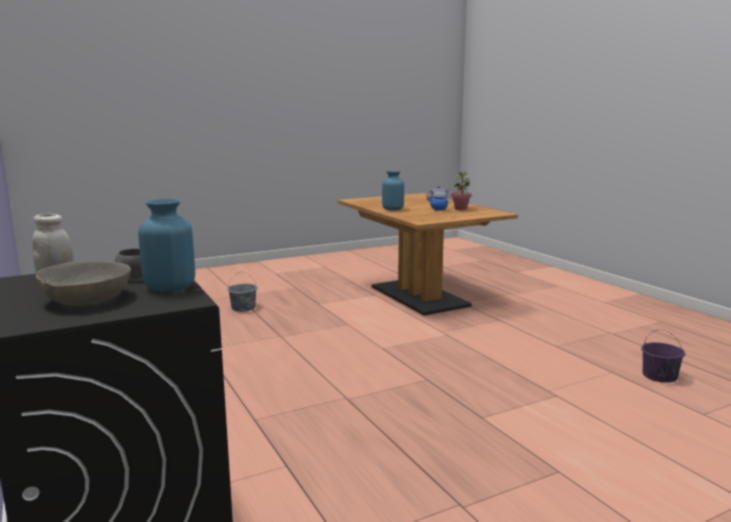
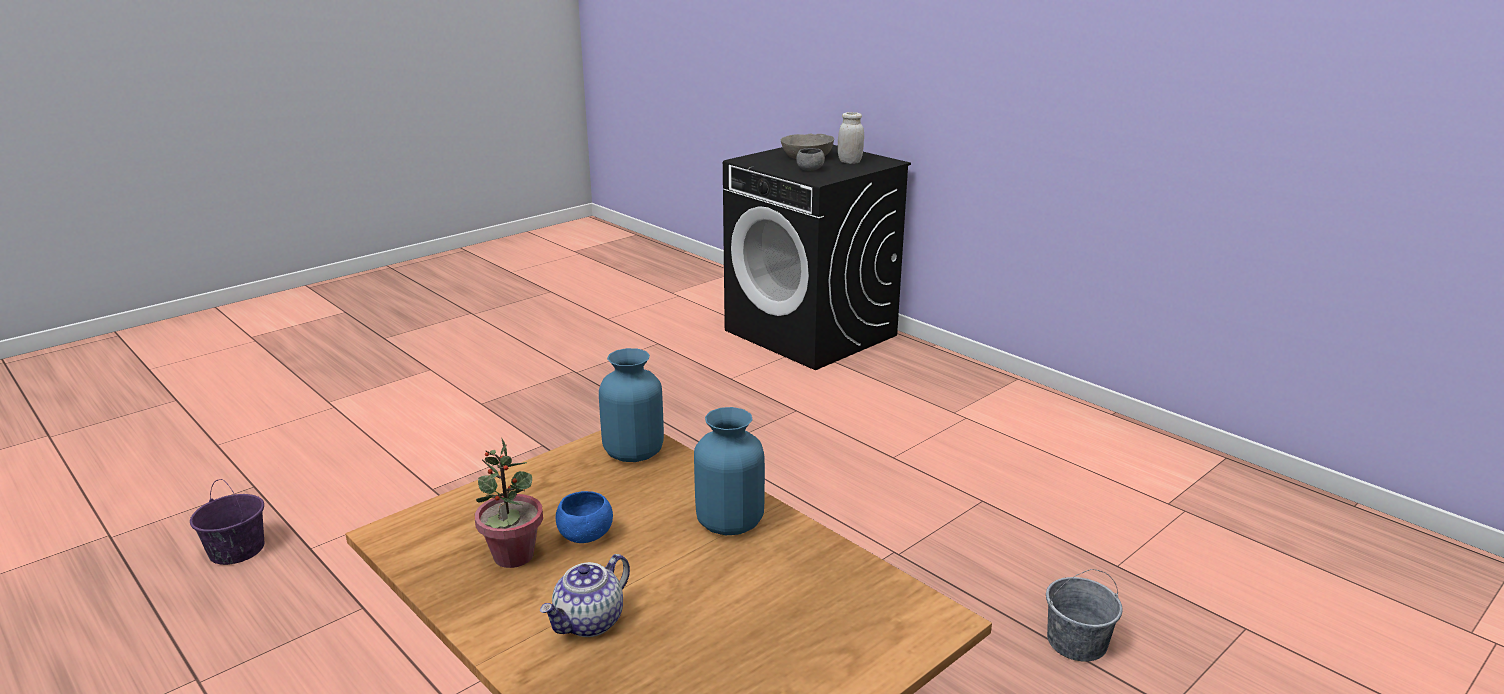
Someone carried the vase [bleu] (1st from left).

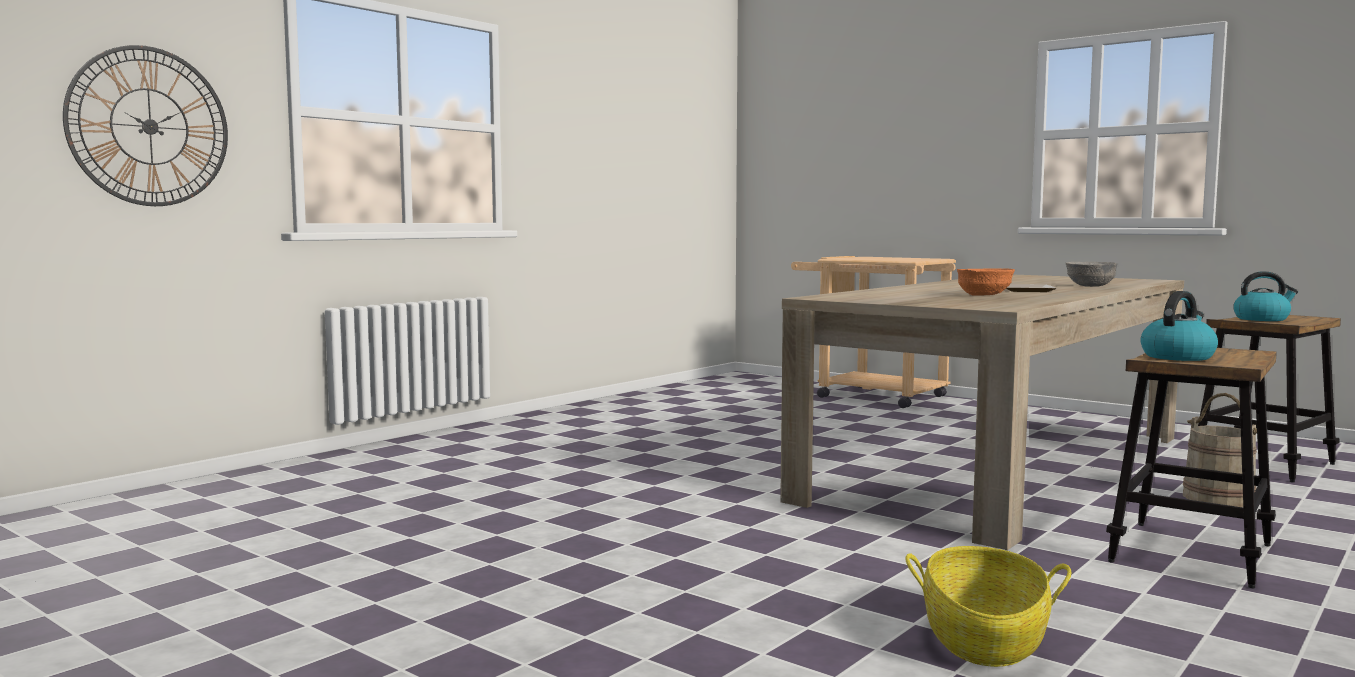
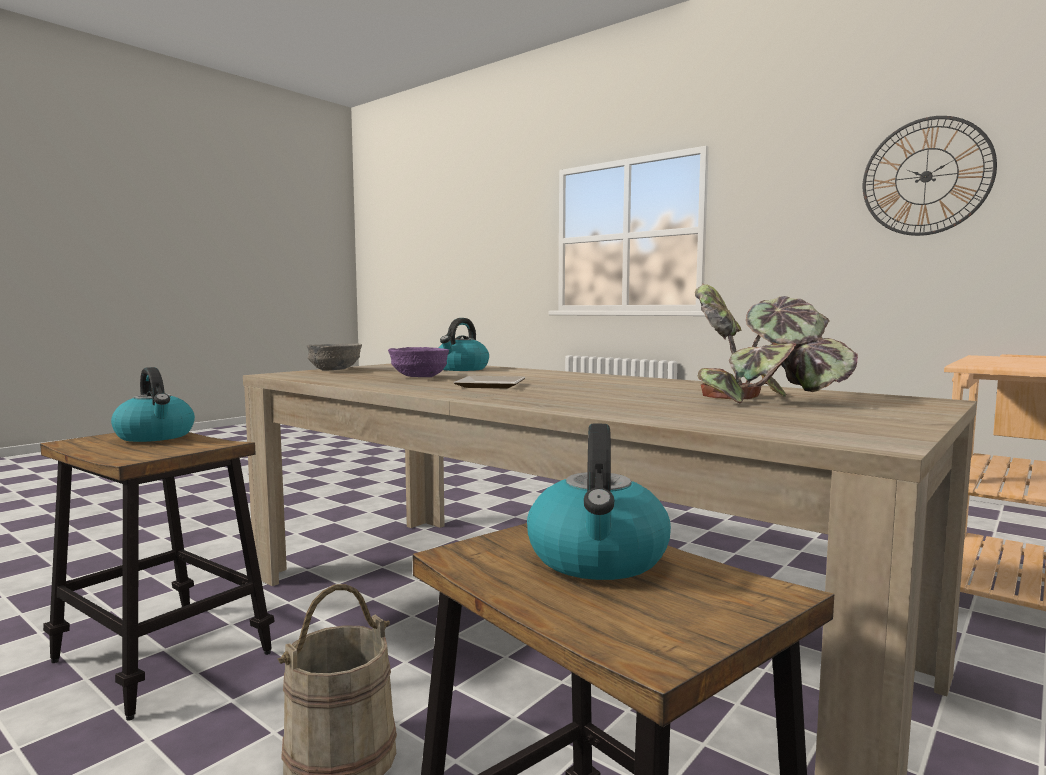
Someone took away the panier. Someone put down the bouilloire (2nd from left). Someone put down the plante en pot. Someone carried the horloge murale. Someone carried the bol [gris]. Someone repainted the bol [orange], which became the bol [violet].

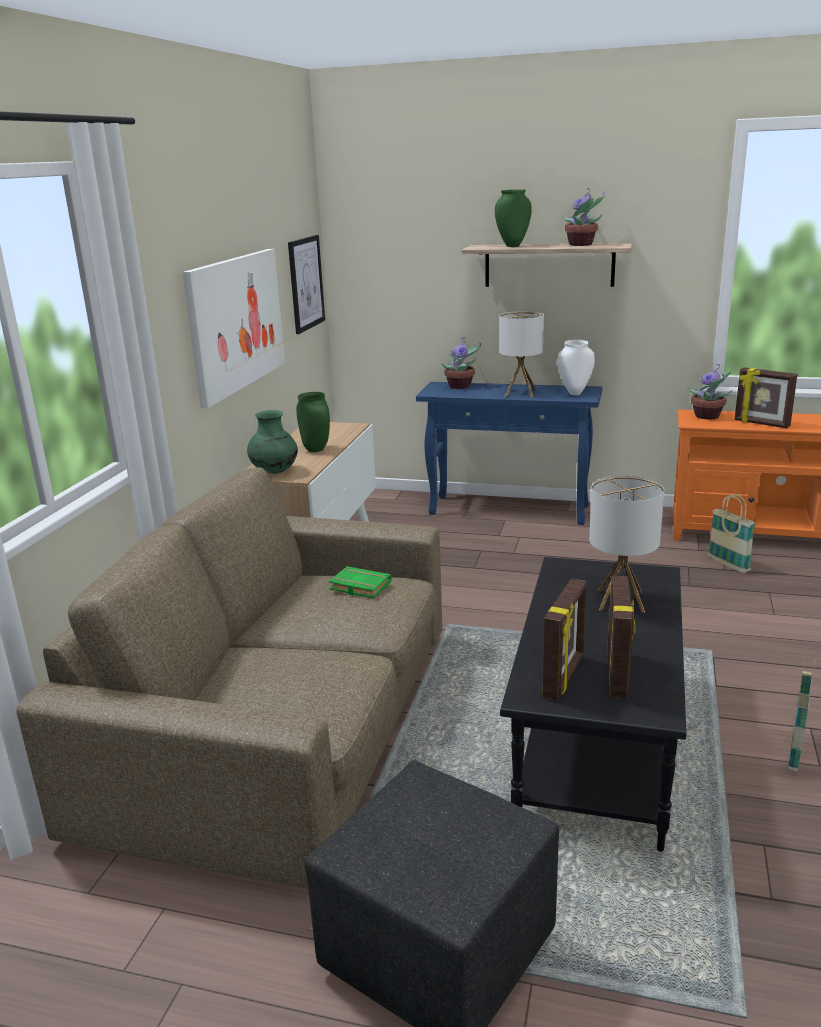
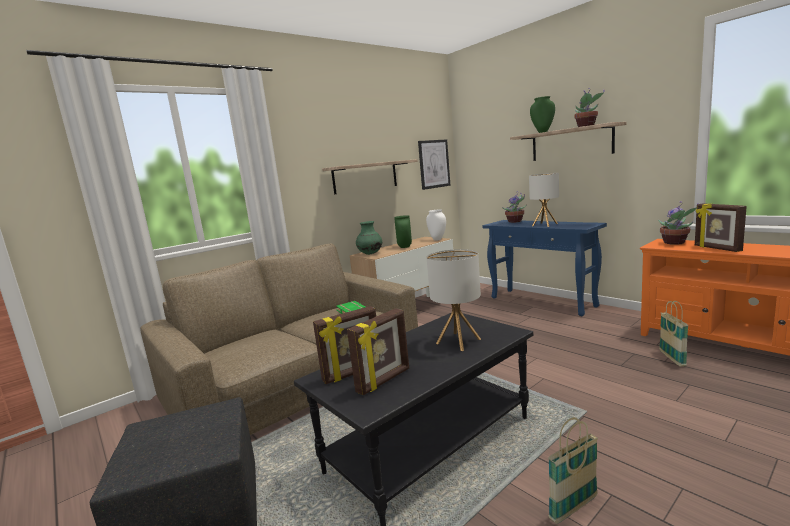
Someone carried the vase [blanc]. Someone swapped the tableau (1st from left) for the étagère (1st from left).

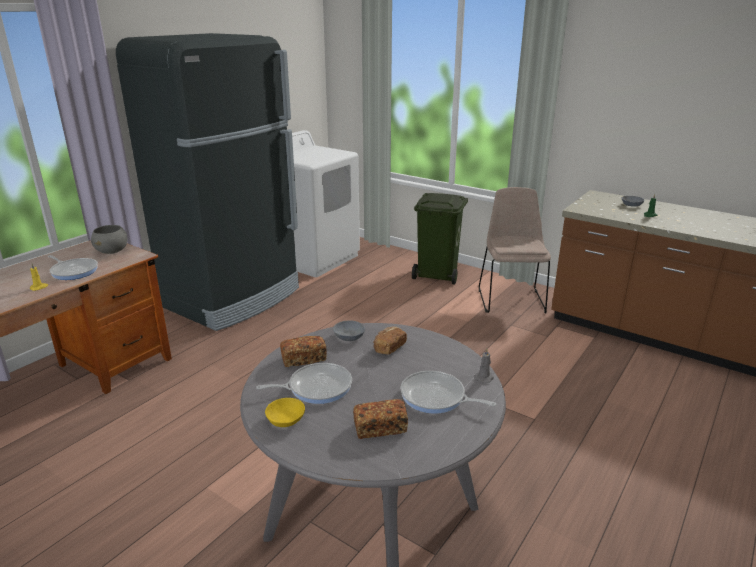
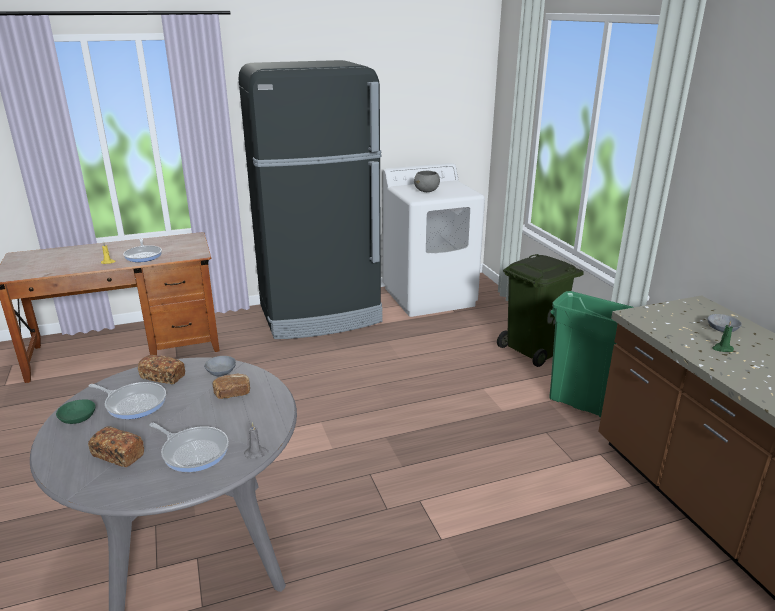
Someone carried the bol [gris] (1st from left in the first image). Someone swapped the chaise [beige] for the poubelle [vert] (2nd from left). Someone repainted the bol [jaune], which became the bol [vert]. Someone rotated the poêle (3rd from left) by 150 degrees clockwise.

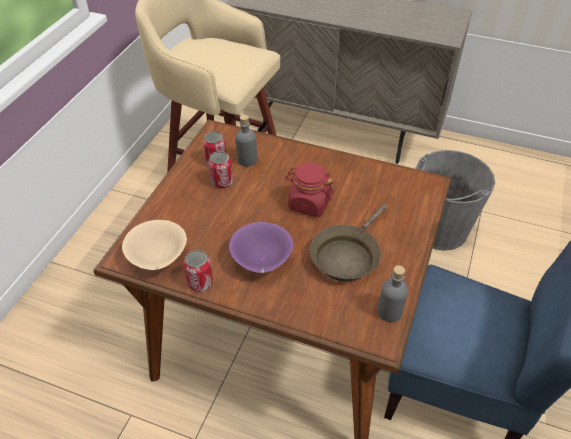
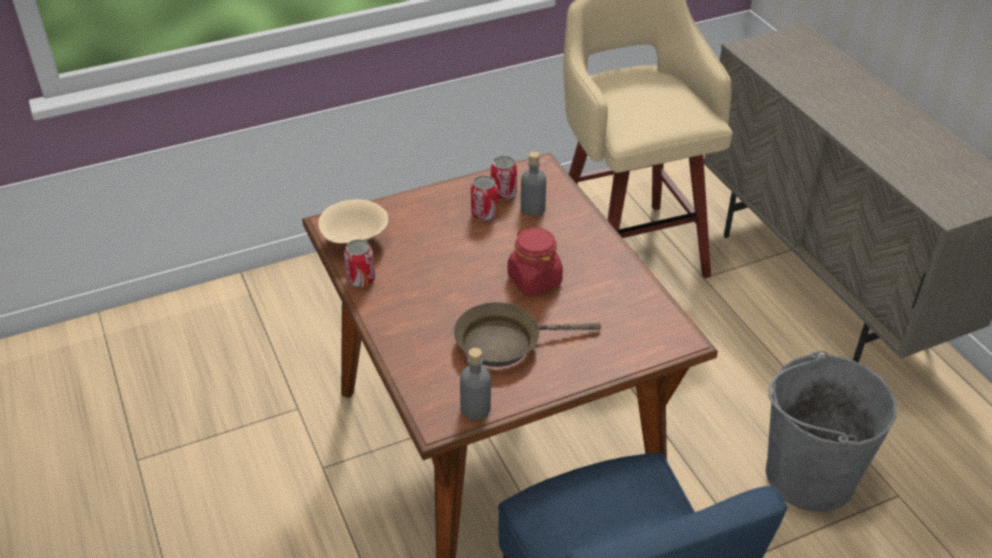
Someone took away the bol [violet].

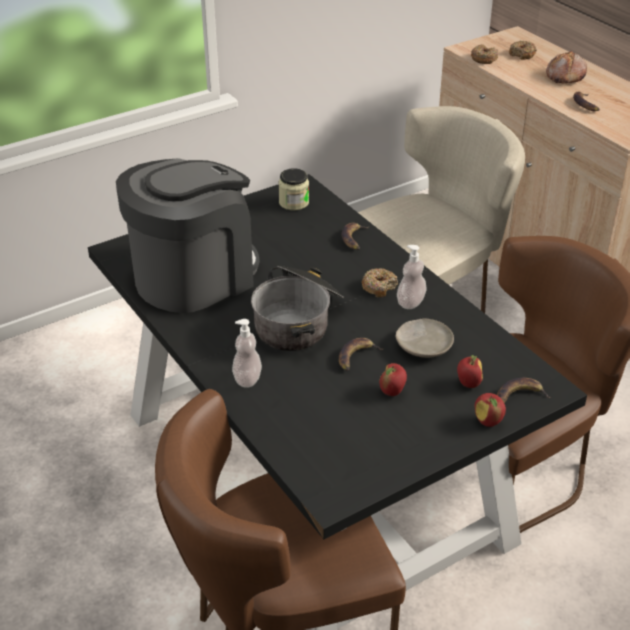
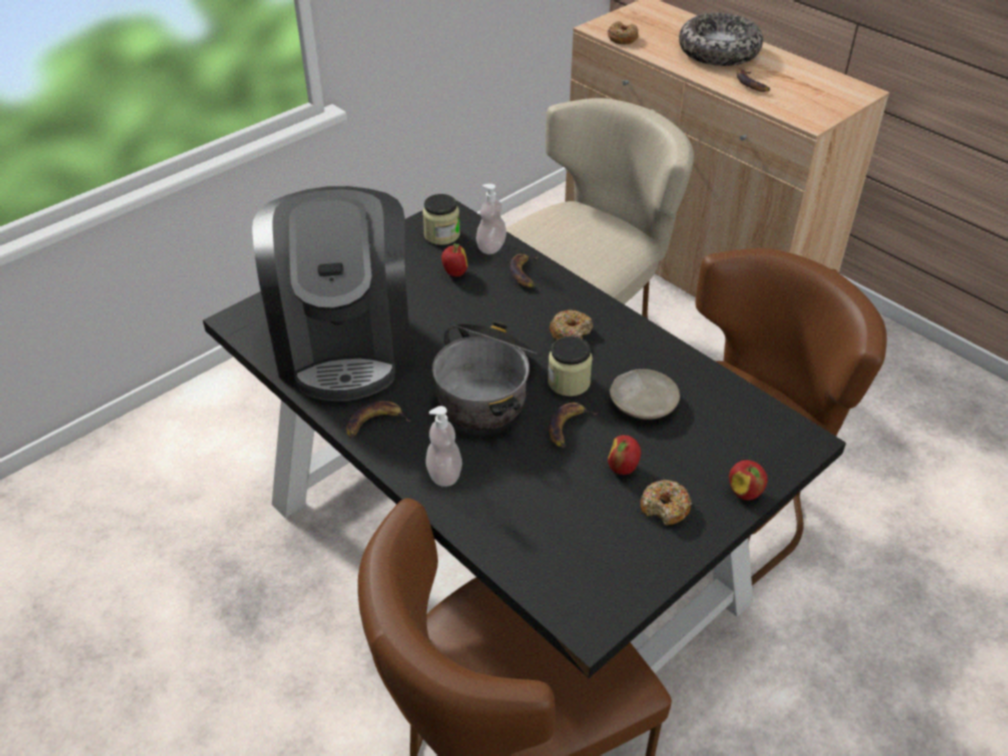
Someone put down the bocal (2nd from left). Someone carried the distributeur de savon (2nd from left). Someone carried the pomme (2nd from left in the first image). Someone carried the banane (3rd from left in the first image). Someone carried the beignet (3rd from left). Someone swapped the pain for the bol. Someone rotated the machine à café by 135 degrees clockwise.

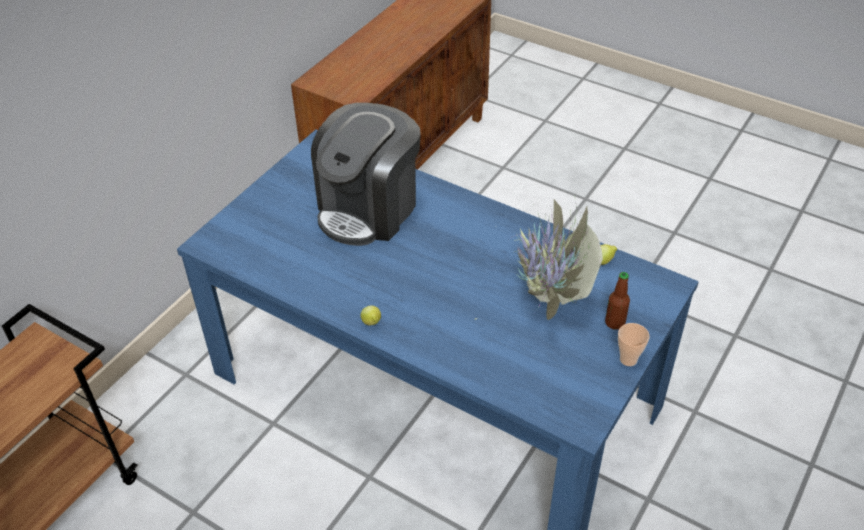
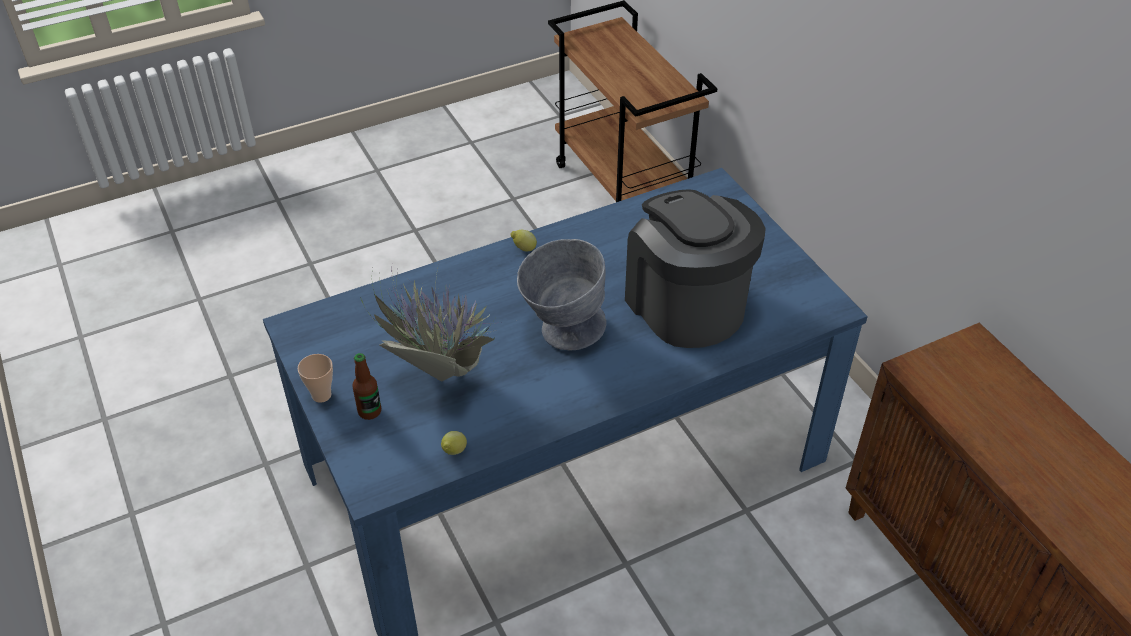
Someone put down the bol [gris].

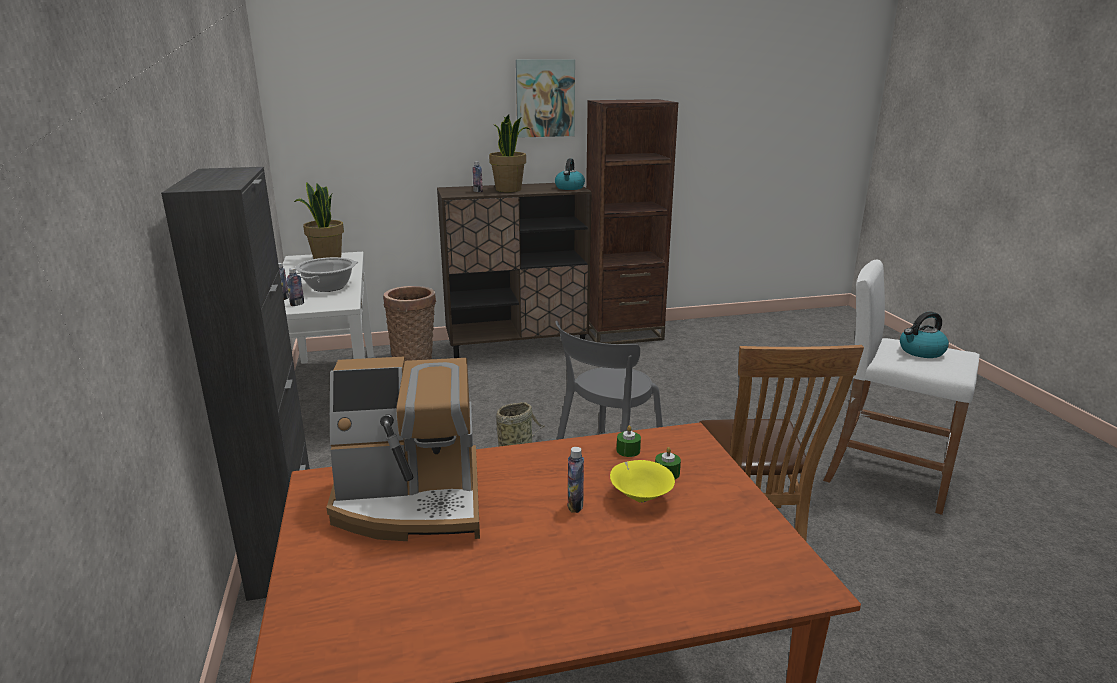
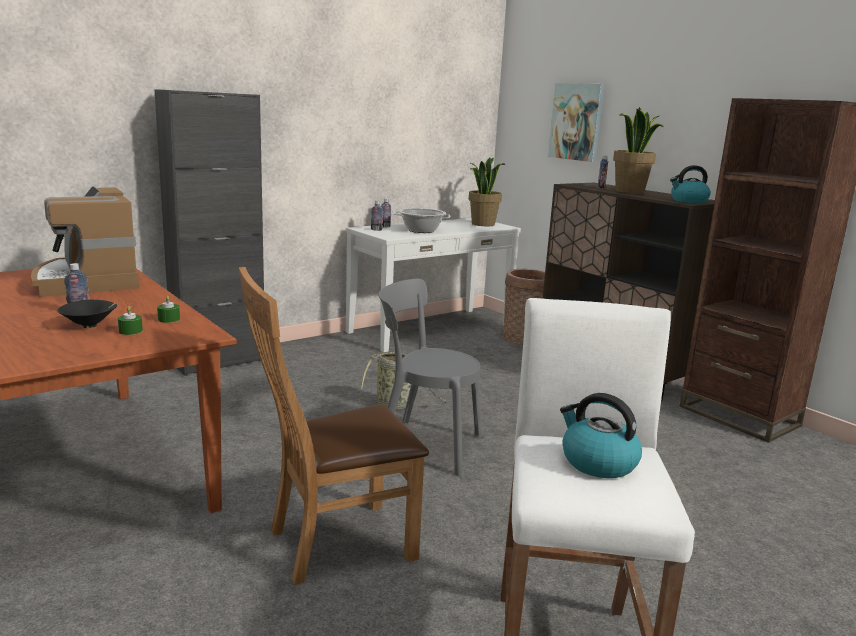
Someone carried the tableau. Someone repainted the bol [jaune], which became the bol [noir].

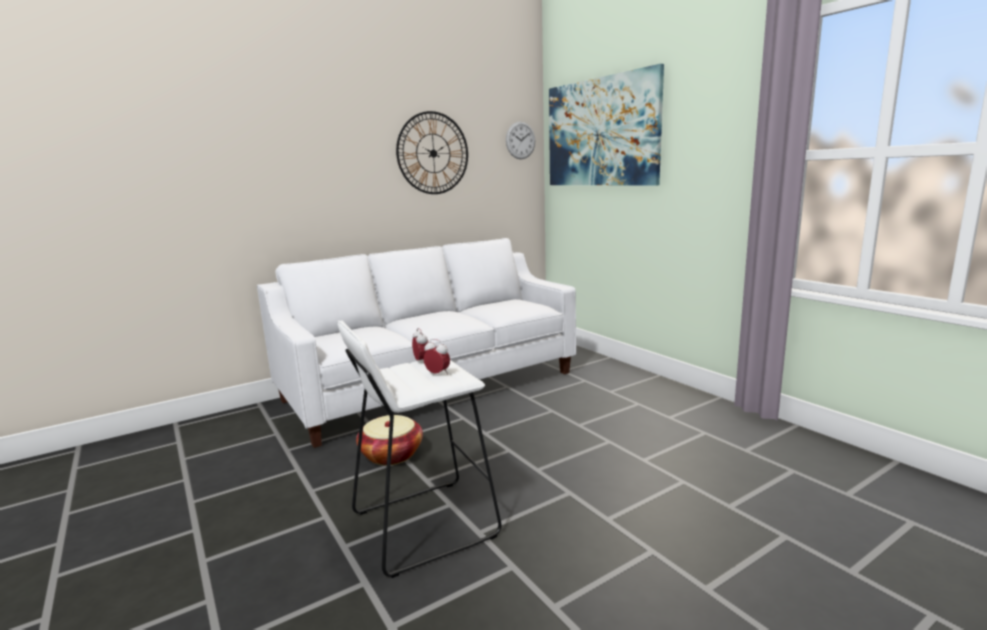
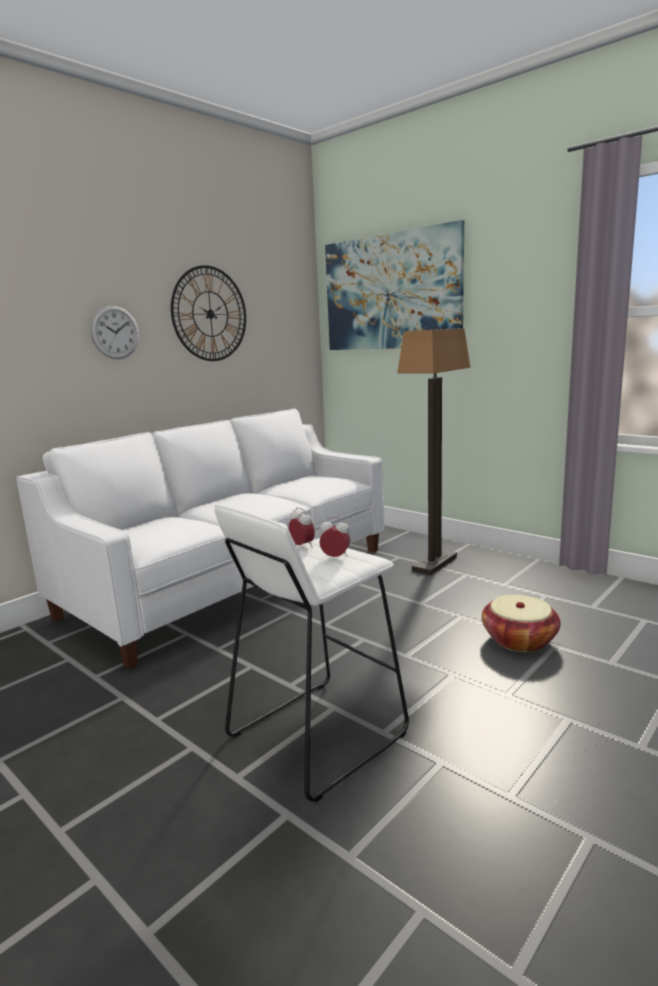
Someone put down the lampadaire. Someone carried the panier. Someone carried the horloge murale (2nd from left in the first image).

